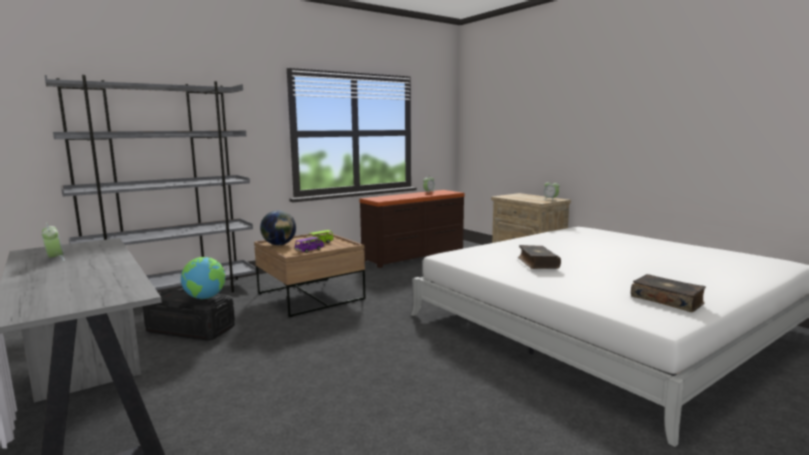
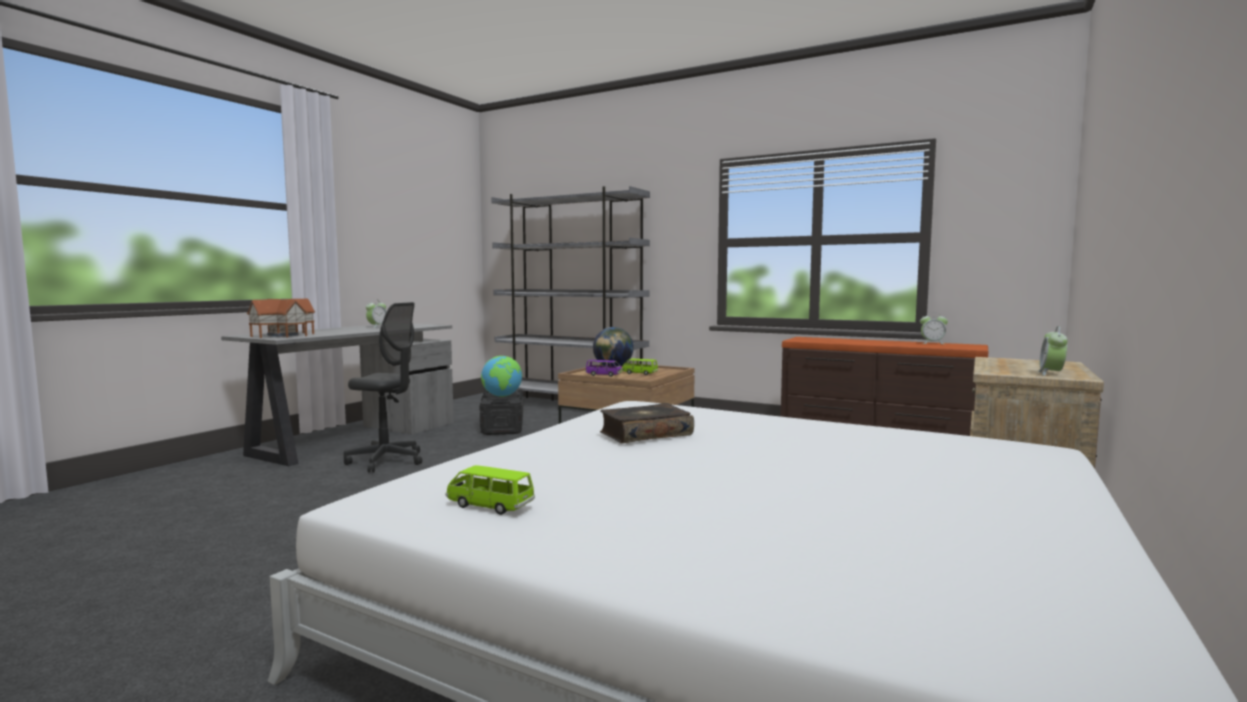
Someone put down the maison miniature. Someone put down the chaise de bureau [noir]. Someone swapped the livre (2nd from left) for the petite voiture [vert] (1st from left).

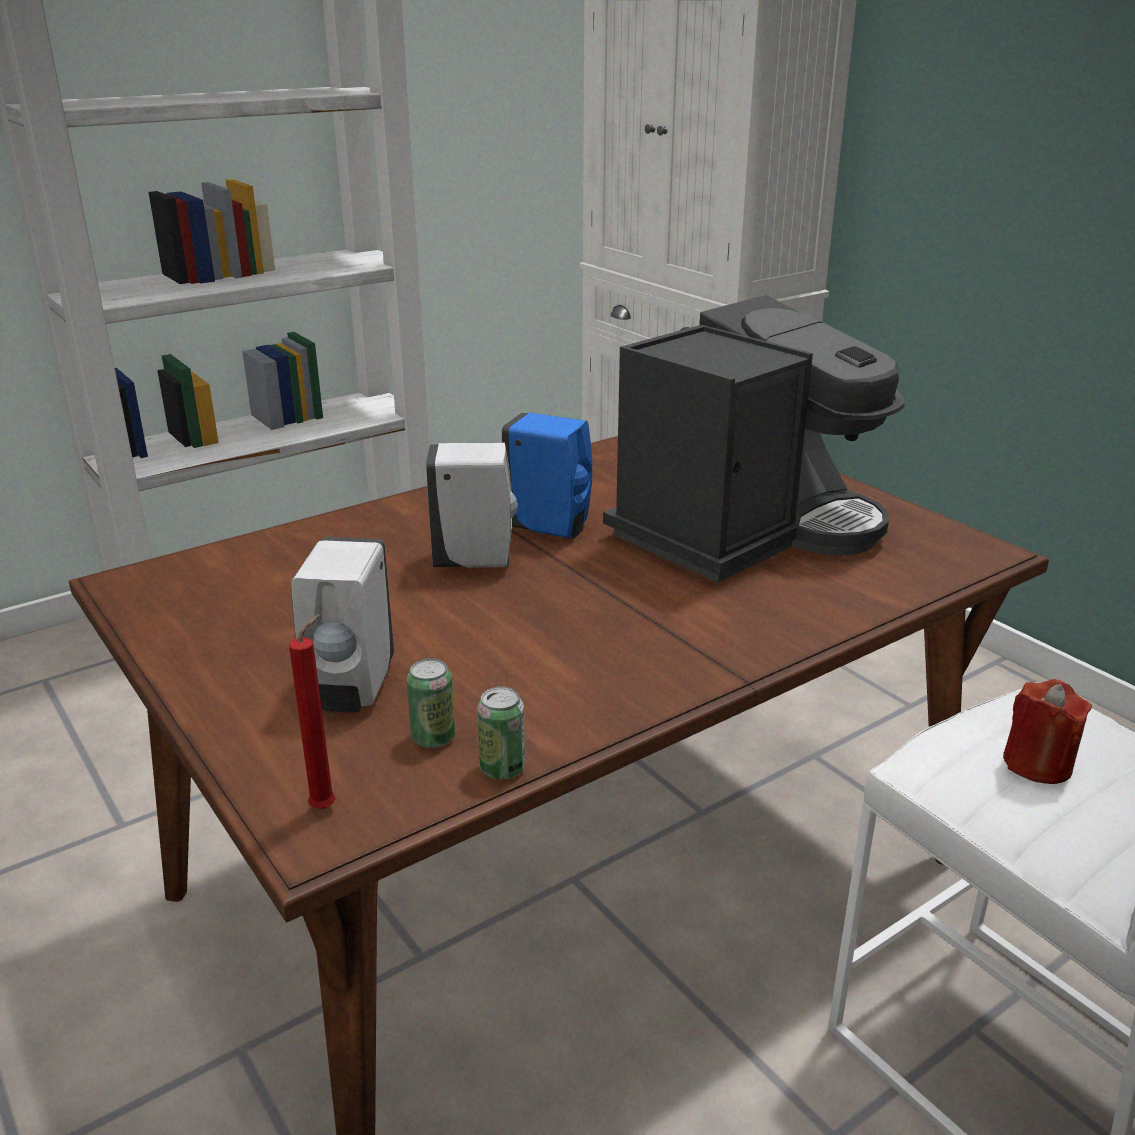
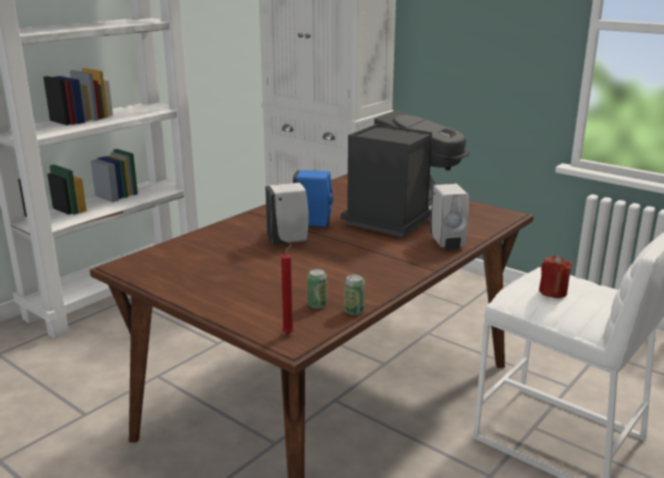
Someone carried the distributeur de savon [blanc] (1st from left in the first image).

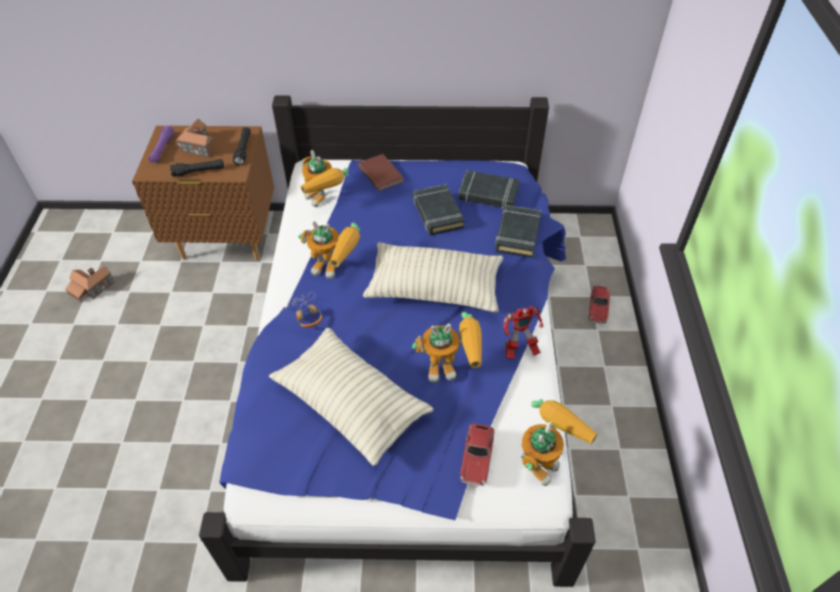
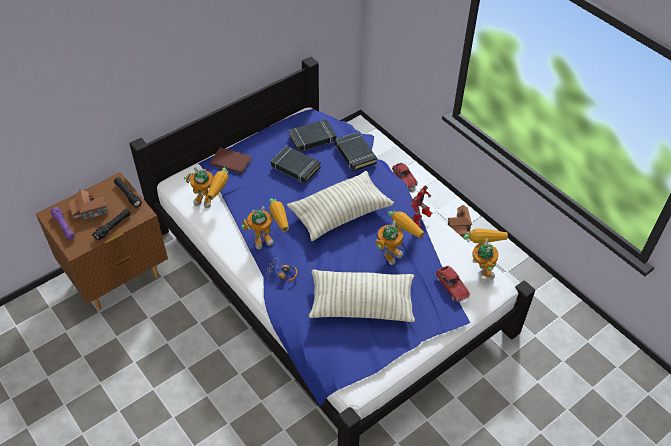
Someone carried the maison miniature (1st from left in the first image).

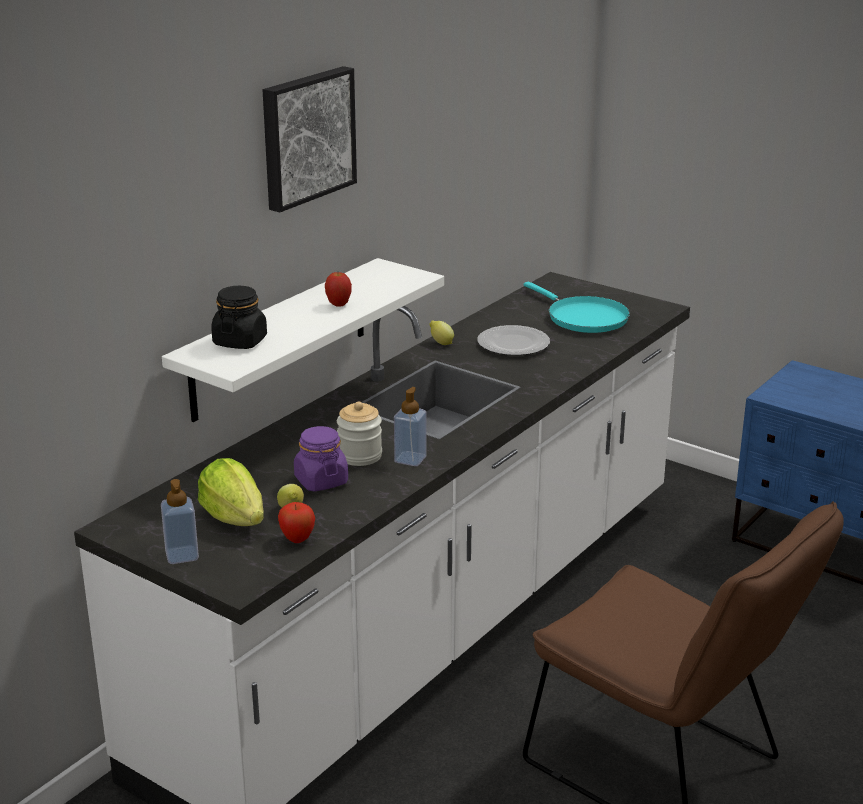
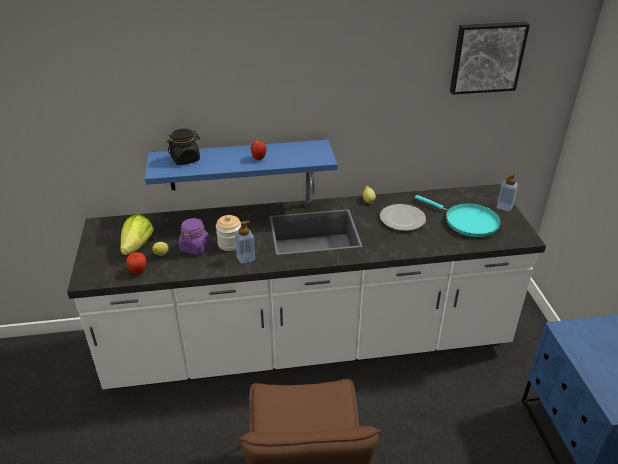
Someone carried the distributeur de savon (1st from left in the first image). Someone carried the tableau. Someone repainted the étagère [blanc], which became the étagère [bleu]. Someone rotated the poêle [turquoise] by 60 degrees counterclockwise.

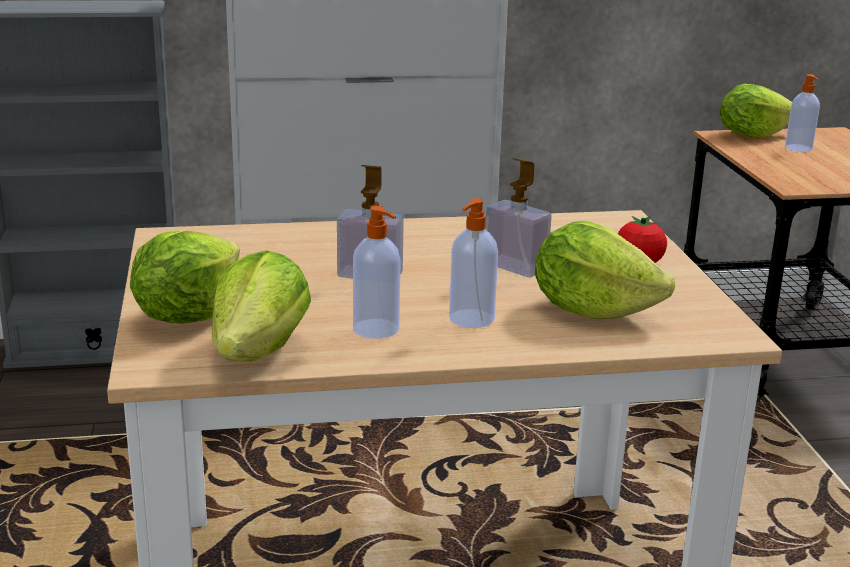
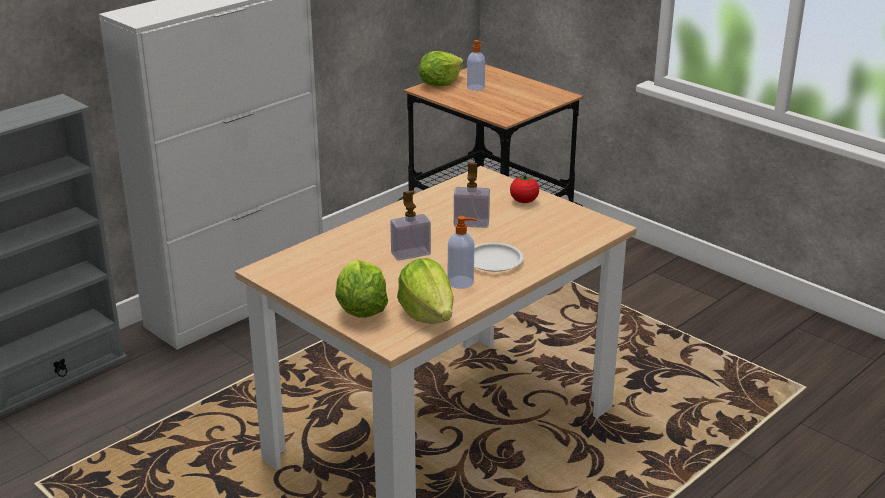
Someone took away the laitue (3rd from left). Someone swapped the distributeur de savon (3rd from left) for the assiette [blanc].

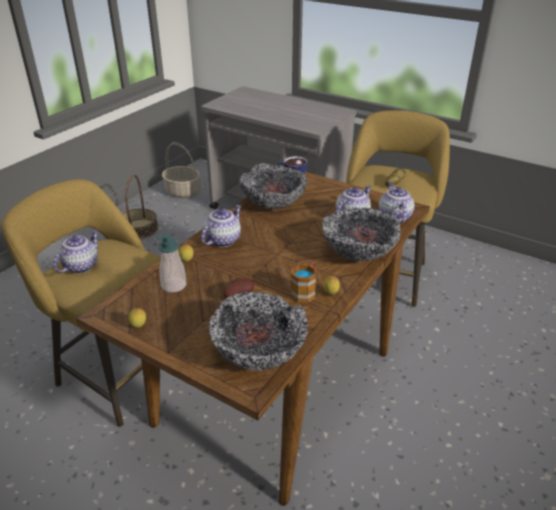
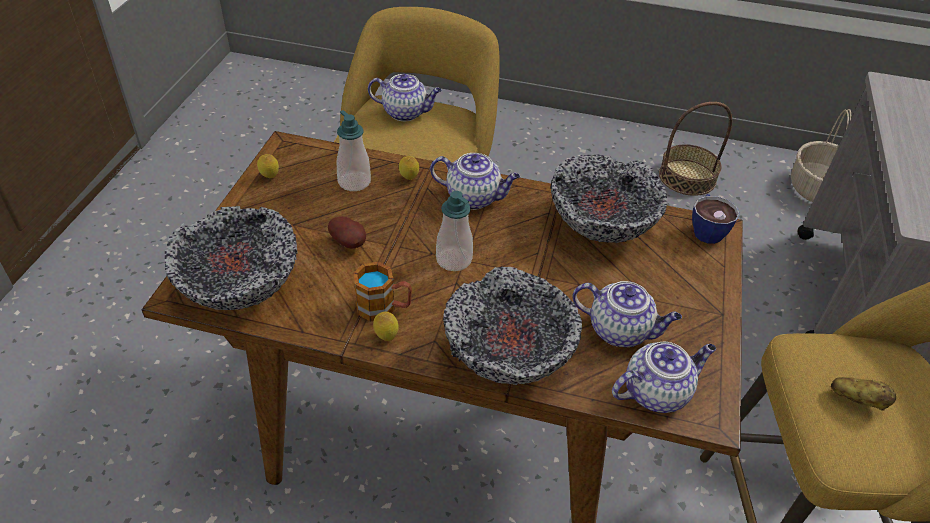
Someone put down the distributeur de savon (2nd from left).

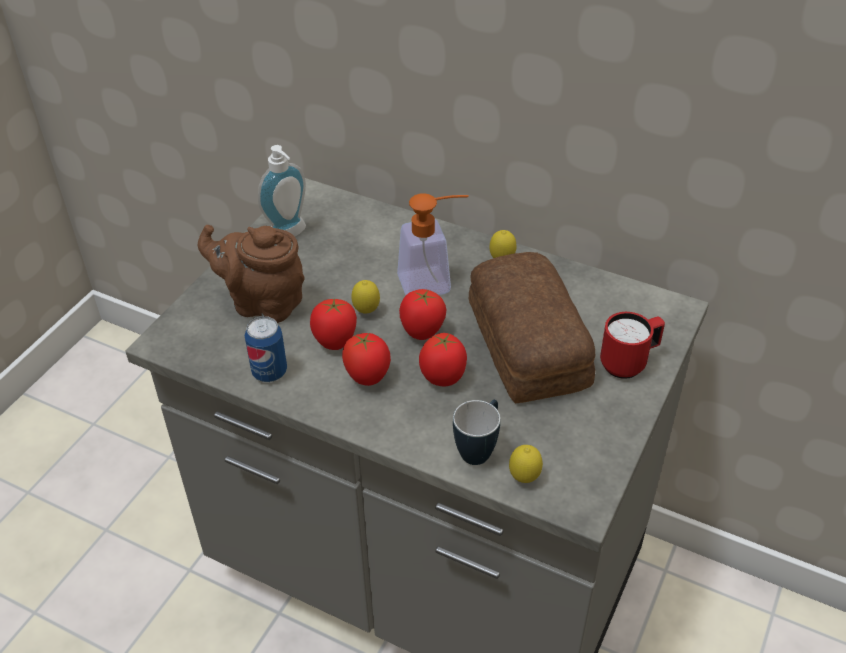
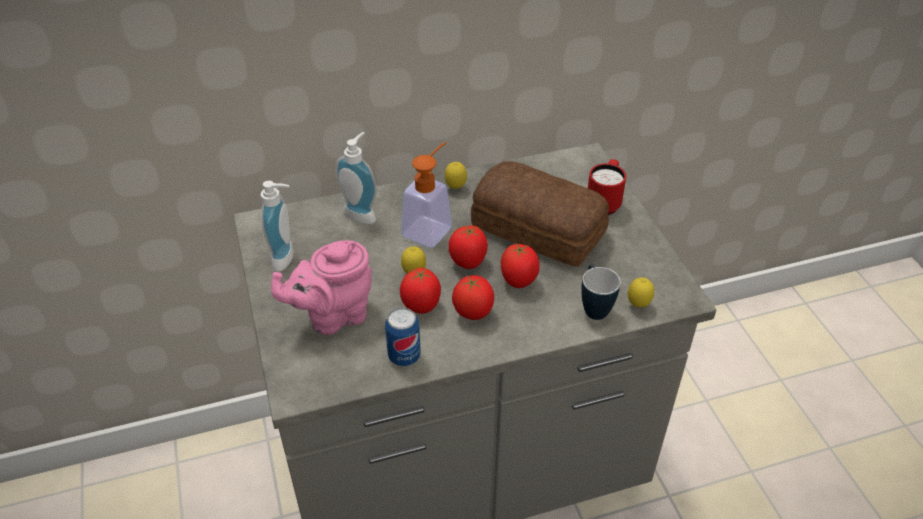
Someone put down the distributeur de savon (2nd from left). Someone repainted the théière [marron], which became the théière [rose].

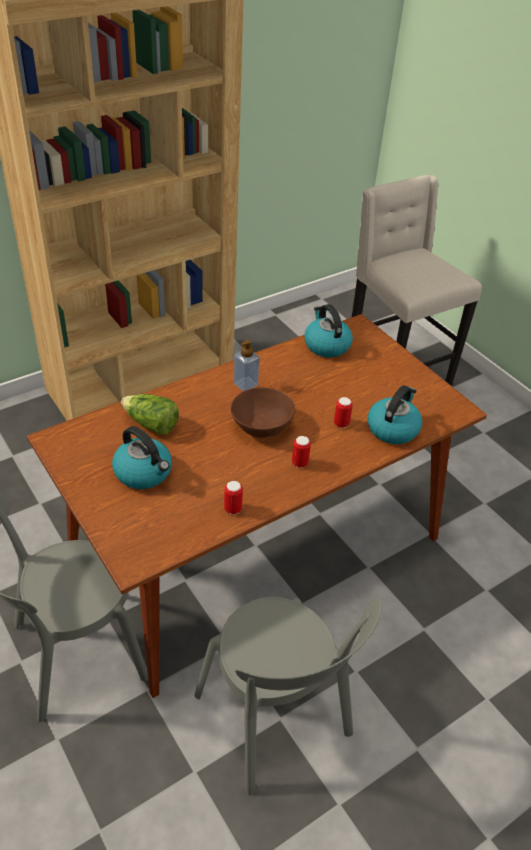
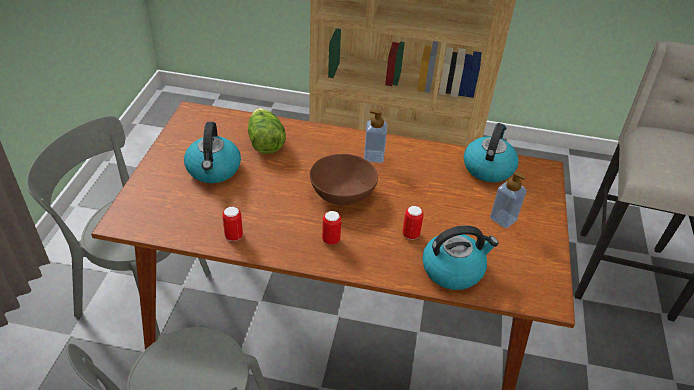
Someone put down the distributeur de savon (2nd from left).

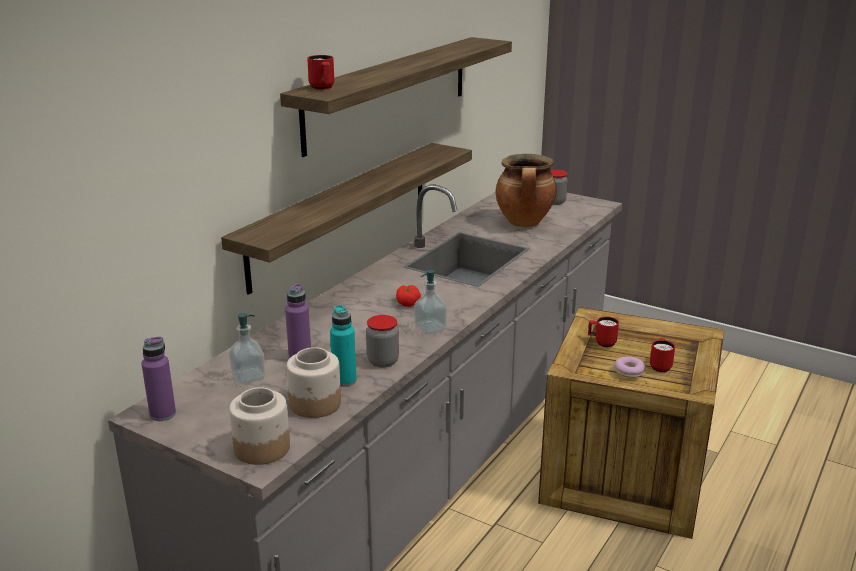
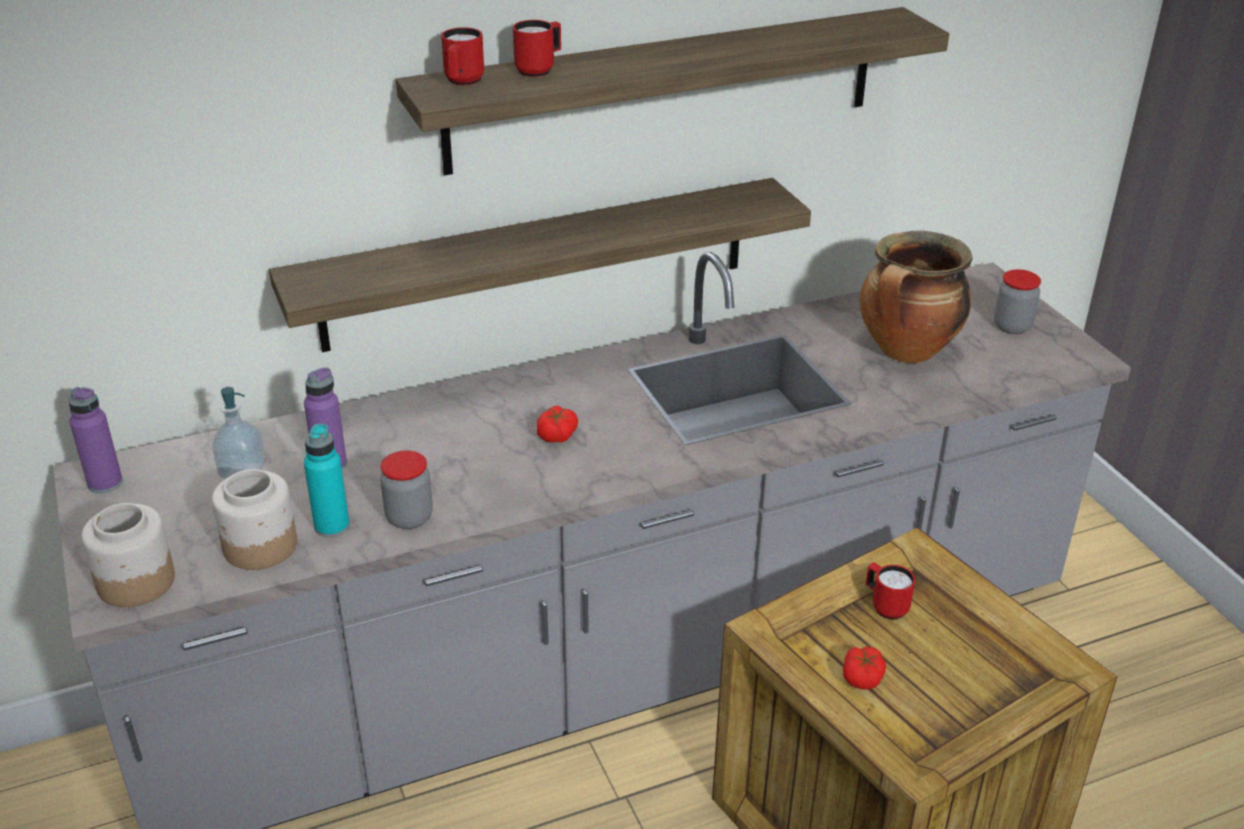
Someone took away the distributeur de savon (2nd from left). Someone carried the mug [rouge] (3rd from left in the first image). Someone swapped the beignet for the tomate (2nd from left).

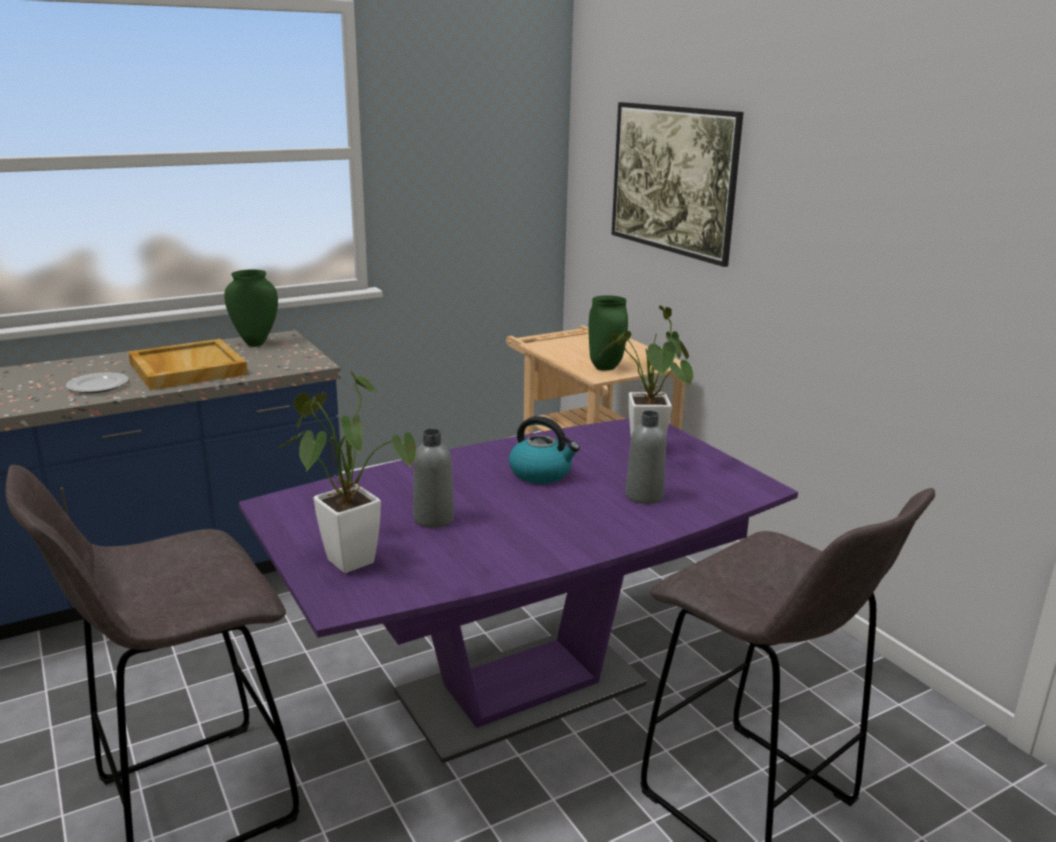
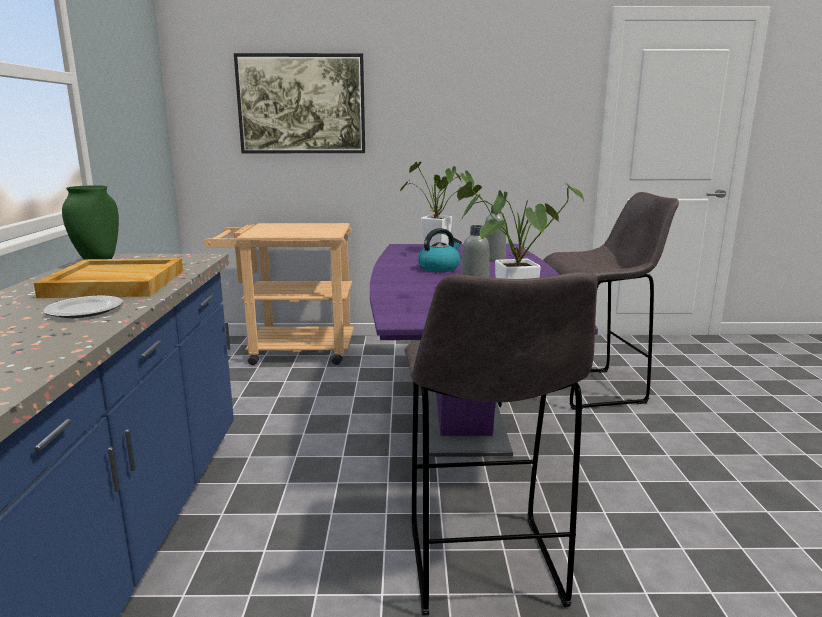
Someone took away the vase [vert] (2nd from left).

